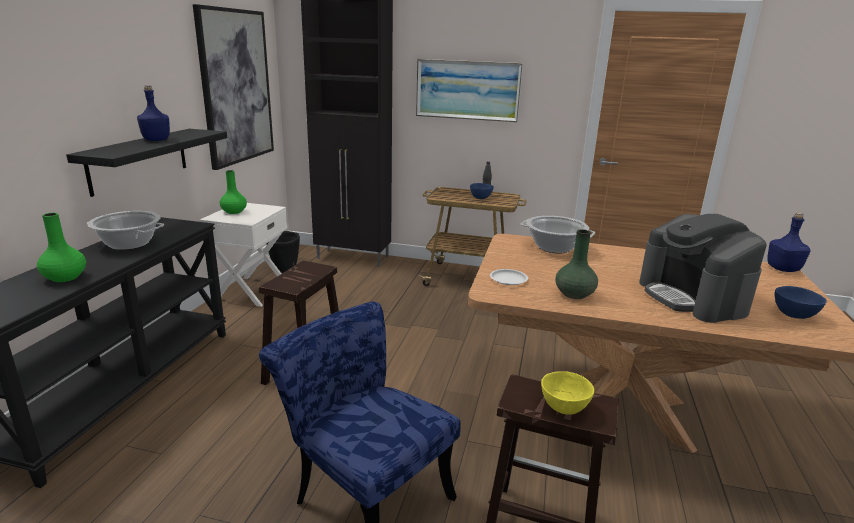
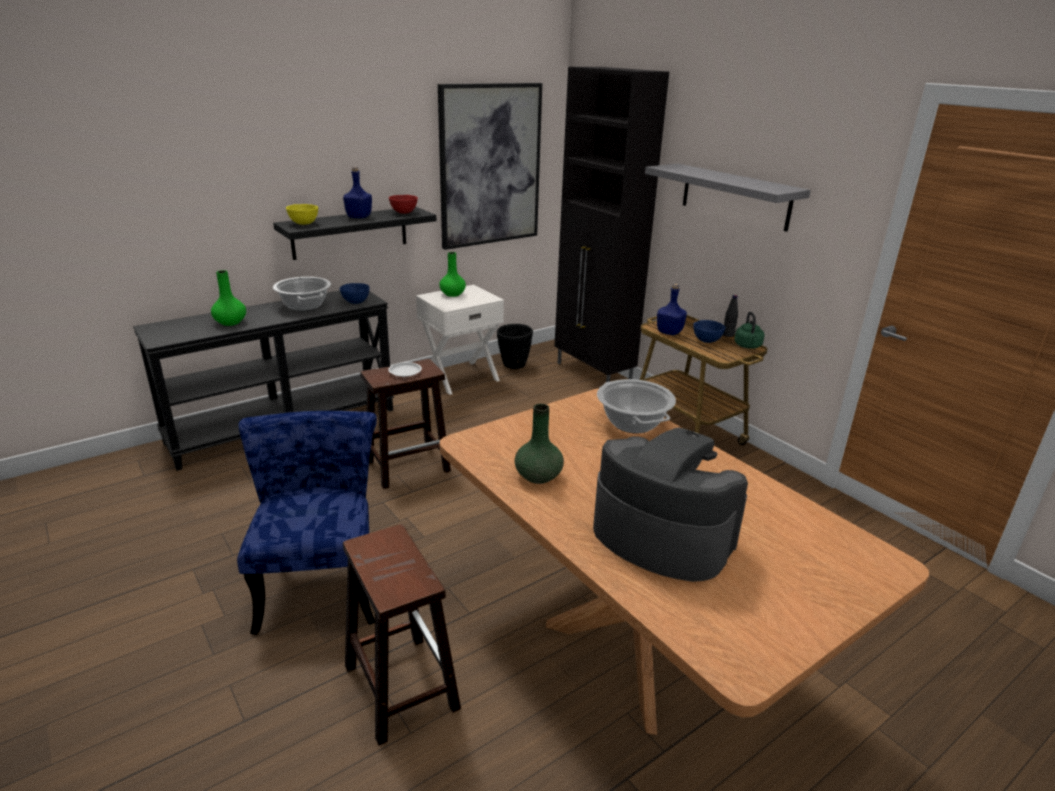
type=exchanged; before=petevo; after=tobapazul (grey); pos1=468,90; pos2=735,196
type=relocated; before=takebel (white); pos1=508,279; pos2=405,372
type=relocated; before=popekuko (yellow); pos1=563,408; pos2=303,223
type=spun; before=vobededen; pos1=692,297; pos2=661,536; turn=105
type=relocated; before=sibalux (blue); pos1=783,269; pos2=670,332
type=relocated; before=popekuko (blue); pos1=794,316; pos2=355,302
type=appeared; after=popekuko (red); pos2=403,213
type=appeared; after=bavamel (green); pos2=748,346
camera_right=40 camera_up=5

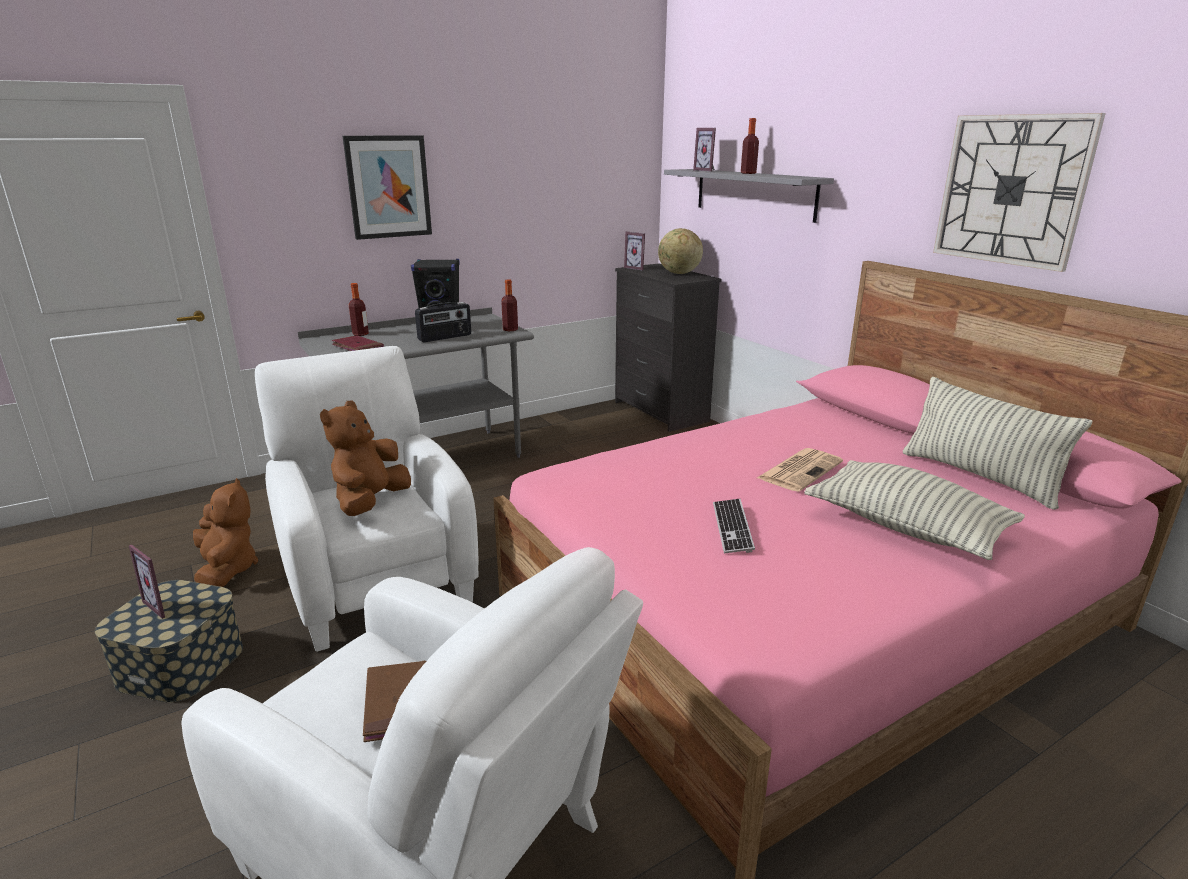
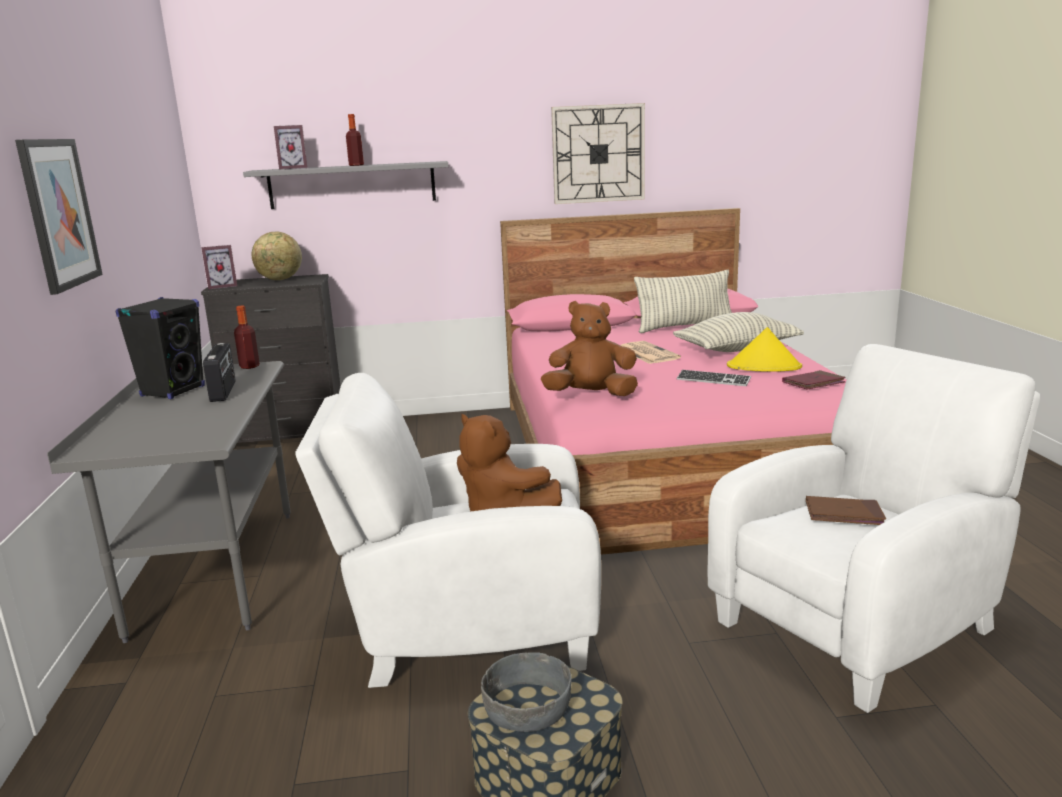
type=exchanged; before=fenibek; after=popekuko (grey); pos1=165,604; pos2=528,706
type=relocated; before=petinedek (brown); pos1=227,570; pos2=591,395
type=relocated; before=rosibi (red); pos1=358,347; pos2=813,383
type=missing; before=sibalux; pos1=360,334
type=appeared; after=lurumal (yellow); pos2=764,367
camera_right=-65 camera_up=-5

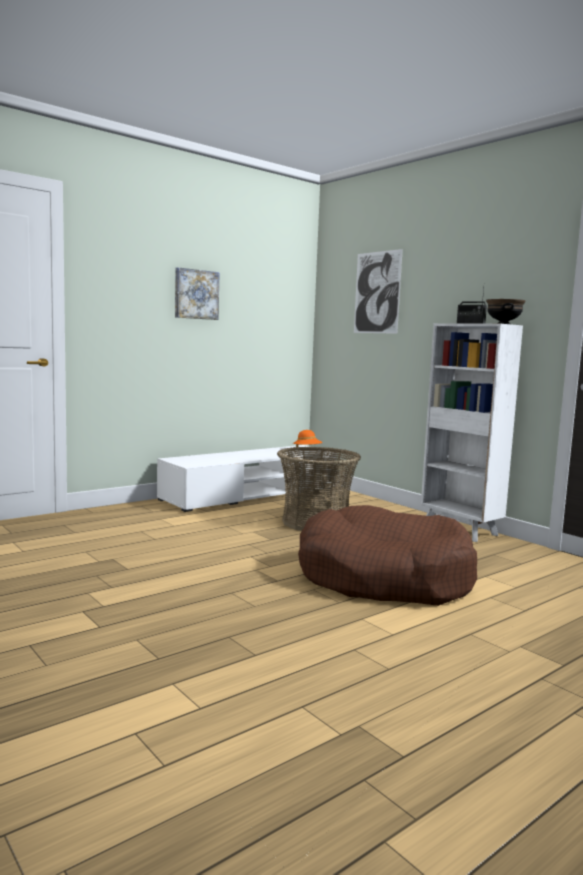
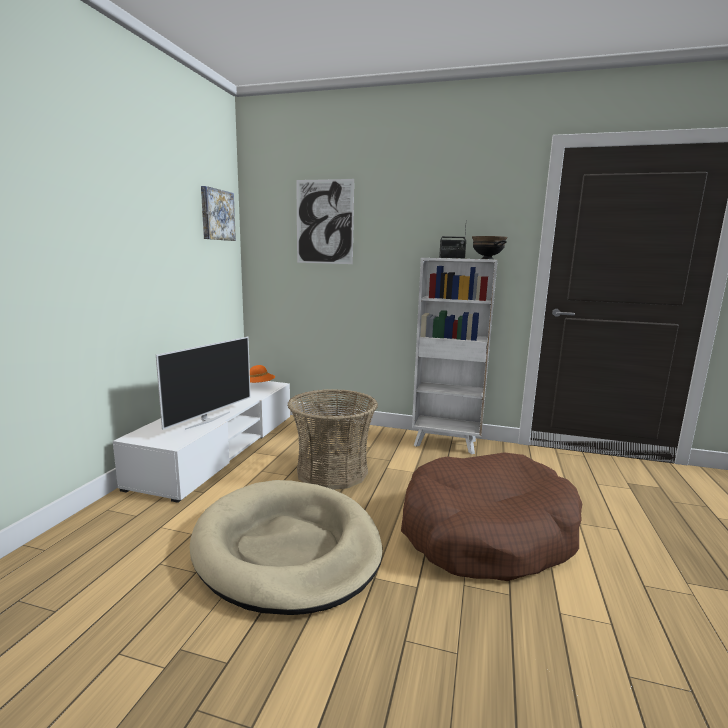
type=relocated; before=petevo; pos1=196,294; pos2=216,215
type=appeared; after=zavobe; pos2=207,420
type=appeared; after=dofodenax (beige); pos2=287,548
camera_right=-35 camera_up=5

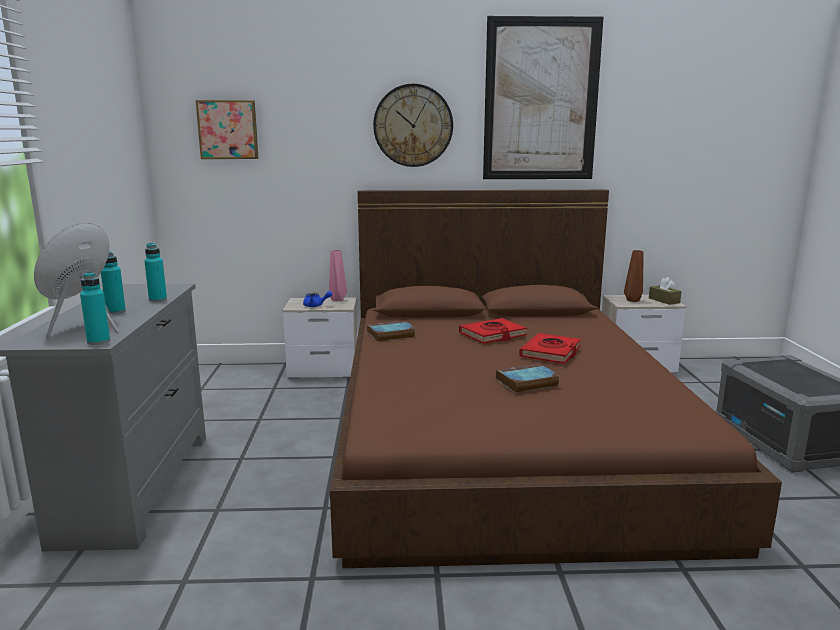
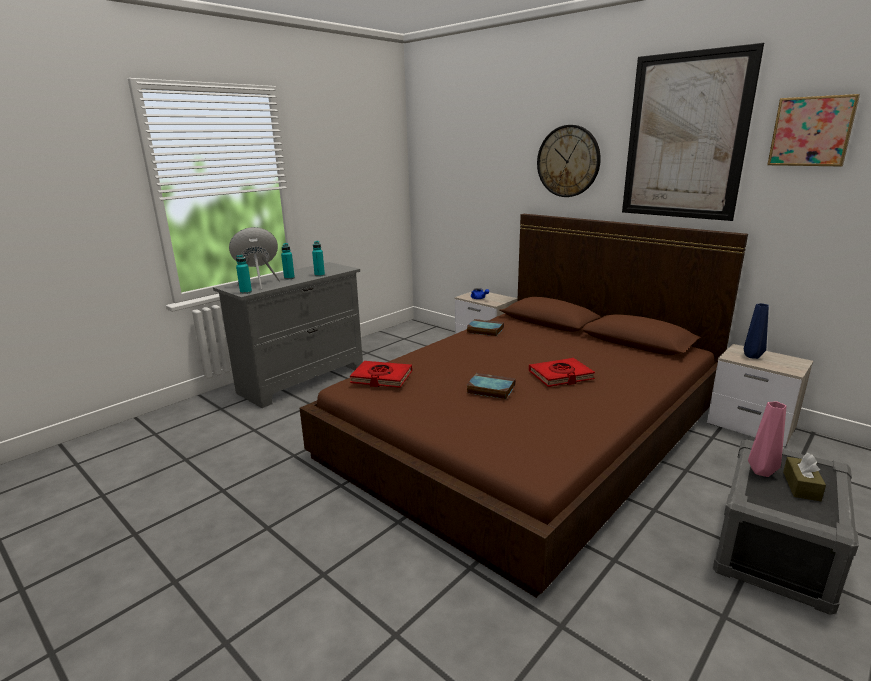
type=relocated; before=petevo; pos1=228,130; pos2=811,131
type=relocated; before=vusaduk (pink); pos1=337,300; pos2=761,472
type=relocated; before=rosibi (red); pos1=492,335; pos2=381,378
type=colour; before=vusaduk (brown); after=vusaduk (blue); pos1=633,300; pos2=752,356
type=relocated; before=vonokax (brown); pos1=664,300; pos2=801,486
camera_right=45 camera_up=5

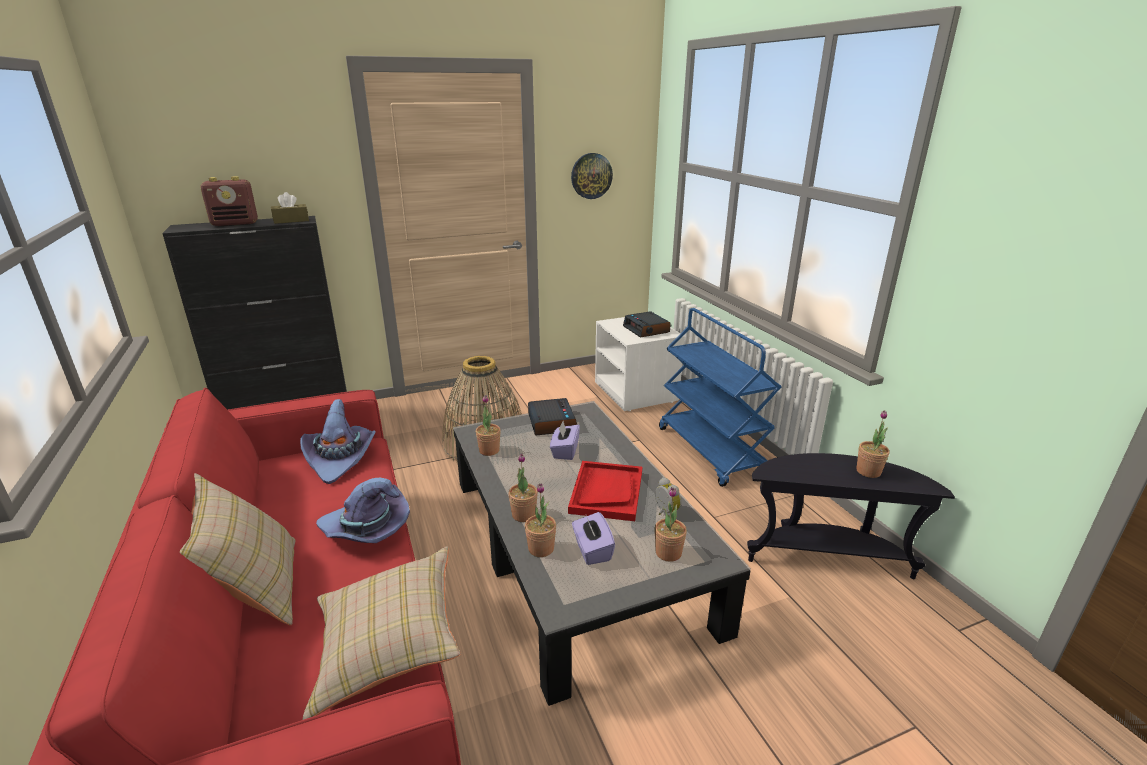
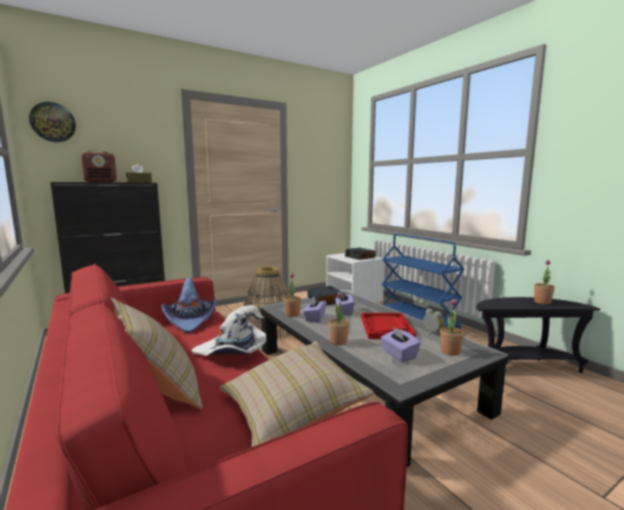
type=colour; before=lurumal (purple); after=lurumal (white); pos1=366,530; pos2=232,352
type=missing; before=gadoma; pos1=541,548
type=relocated; before=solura; pos1=591,176; pos2=53,122
type=appeared; after=vonokax (purple); pos2=314,318
camera_right=-10 camera_up=-15

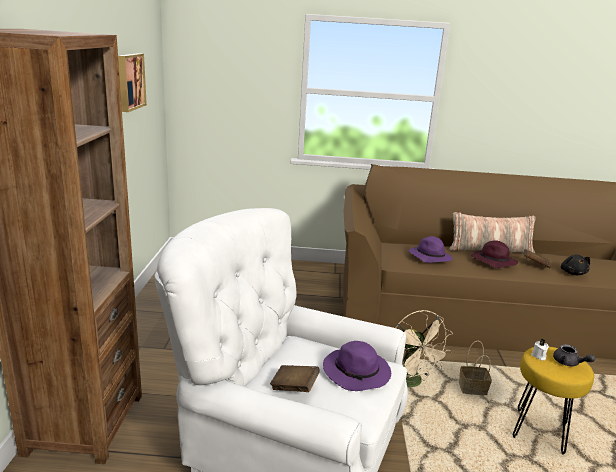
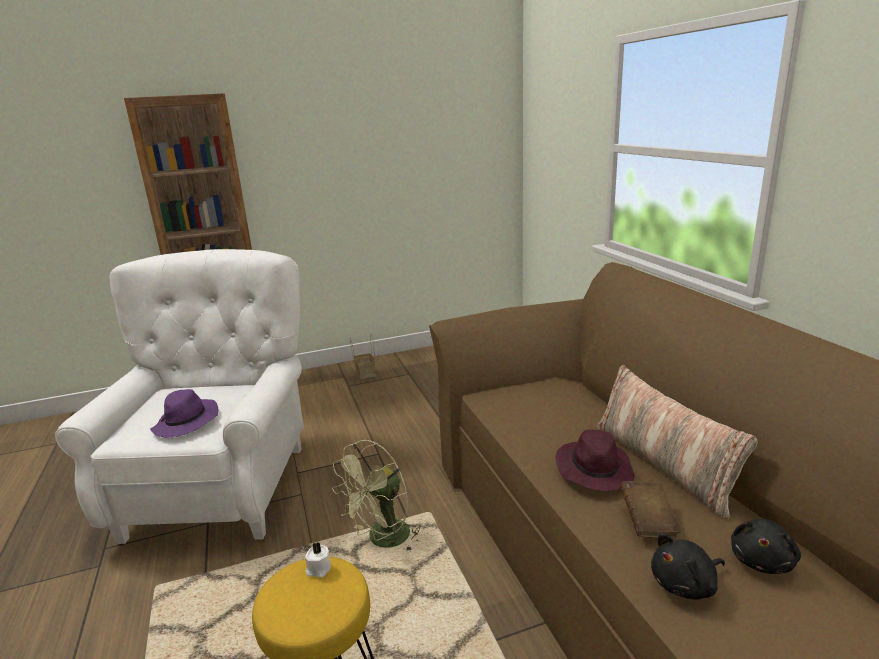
type=missing; before=petevo; pos1=130,81
type=missing; before=rosibi (brown); pos1=294,387
type=colour; before=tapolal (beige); after=tapolal (green); pos1=411,382; pos2=383,540
type=missing; before=lurumal (purple); pos1=429,257
type=relocated; before=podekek; pos1=471,389; pos2=365,373
type=missing; before=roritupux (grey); pos1=569,363
type=appeared; after=petinedek (black); pos2=762,560
camera_right=70 camera_up=0

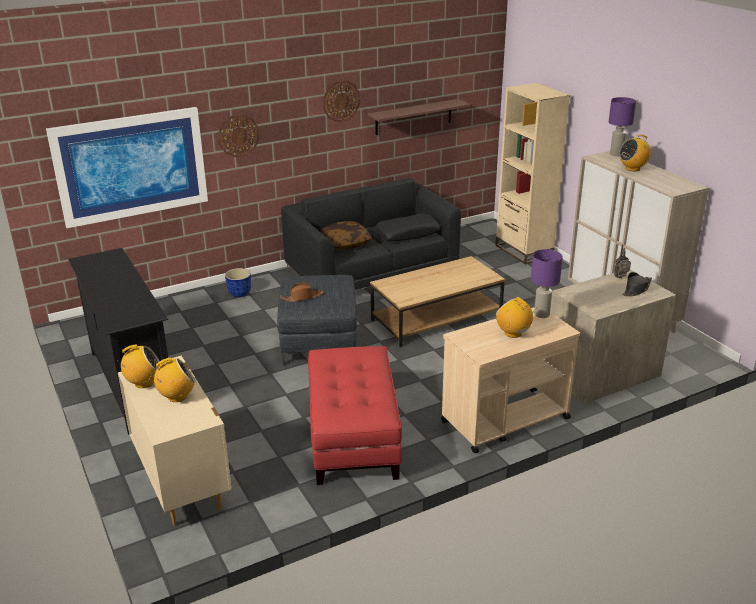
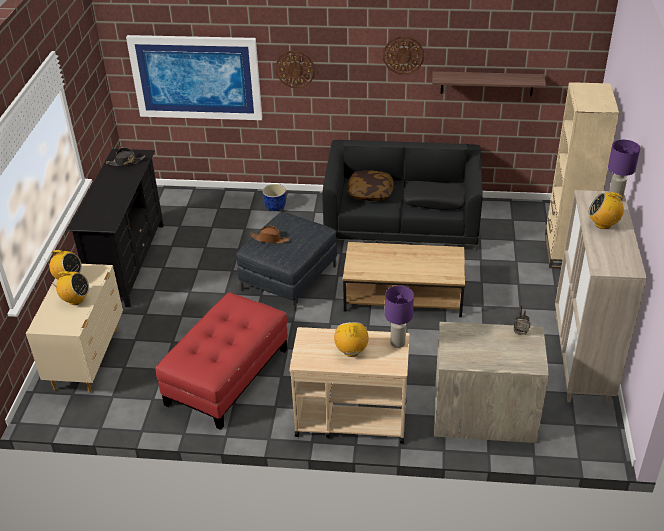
type=relocated; before=lurumal (black); pos1=636,289; pos2=125,162
camera_right=35 camera_up=10

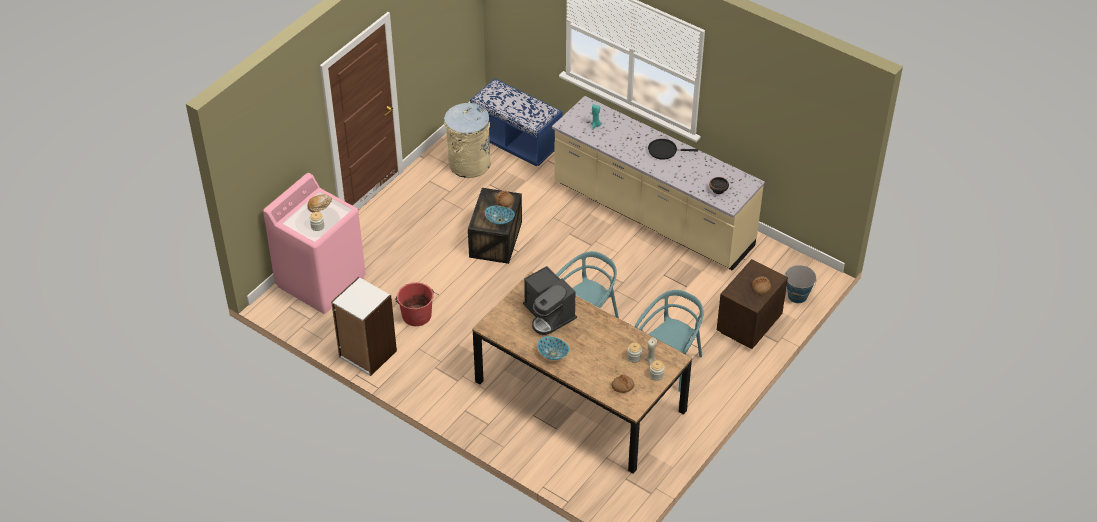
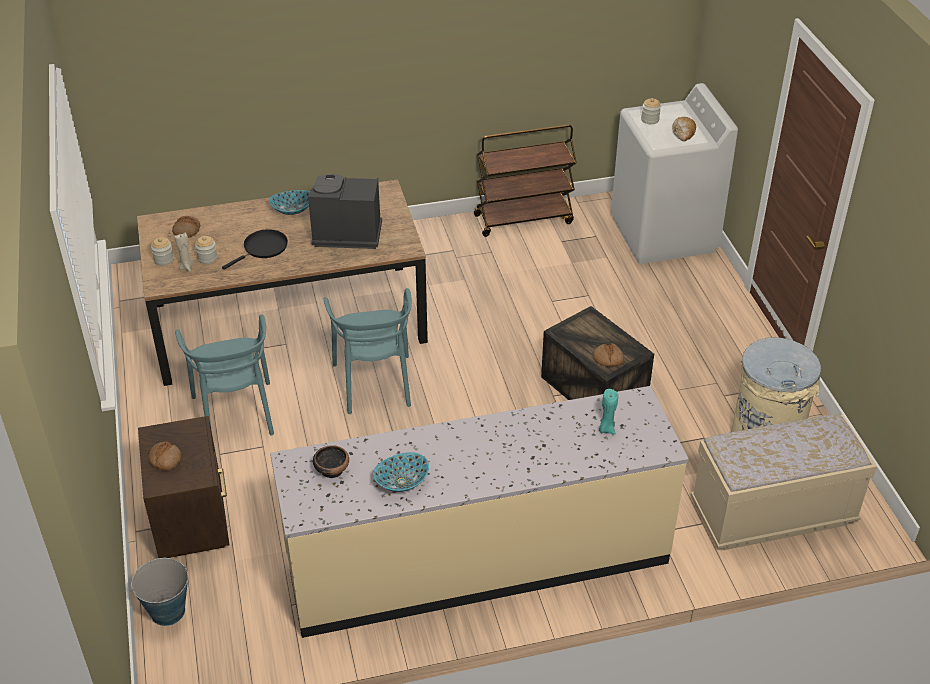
type=colour; before=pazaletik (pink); after=pazaletik (white); pos1=321,281; pos2=664,234
type=exchanged; before=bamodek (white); after=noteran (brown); pos1=367,354; pos2=524,218
type=missing; before=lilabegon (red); pos1=416,315
type=colour; before=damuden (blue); after=damuden (beige); pos1=516,142; pos2=772,514
type=relocated; before=popekuko; pos1=499,220; pos2=402,482
type=relocated; before=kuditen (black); pos1=664,151; pos2=263,248
camera_right=130 camera_up=-5

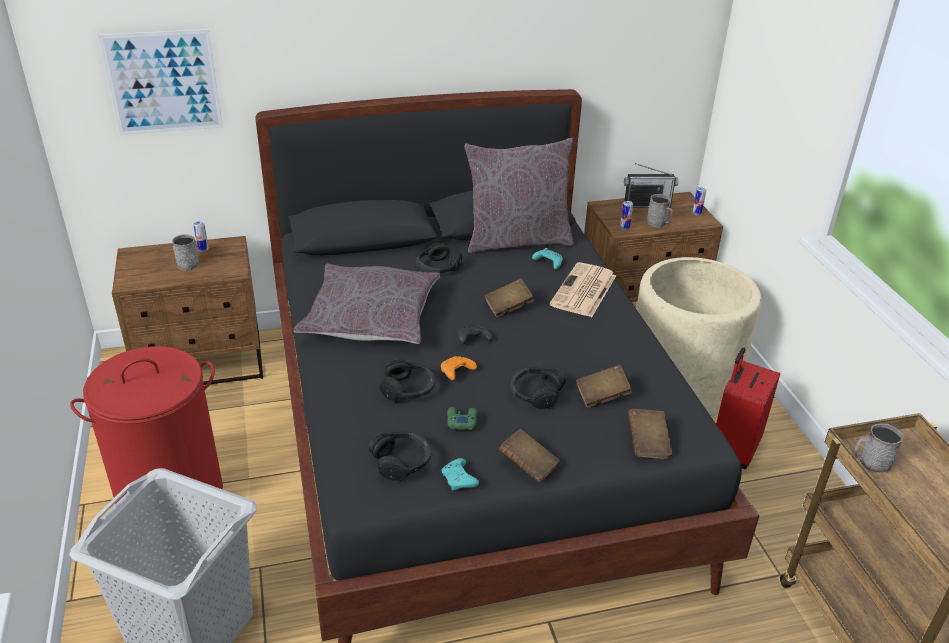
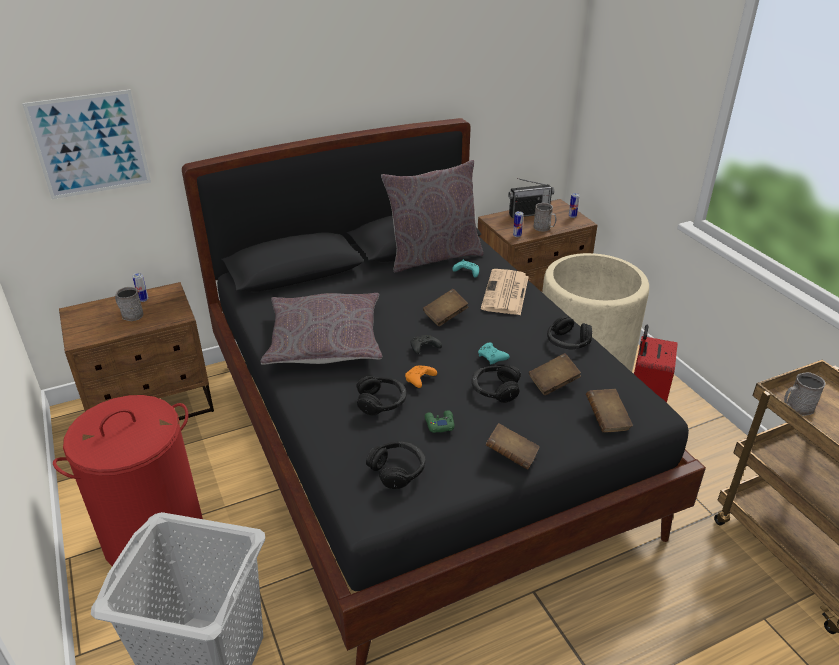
type=relocated; before=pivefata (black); pos1=437,268; pos2=567,342
type=relocated; before=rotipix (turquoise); pos1=459,480; pos2=492,358
camera_right=-10 camera_up=0

